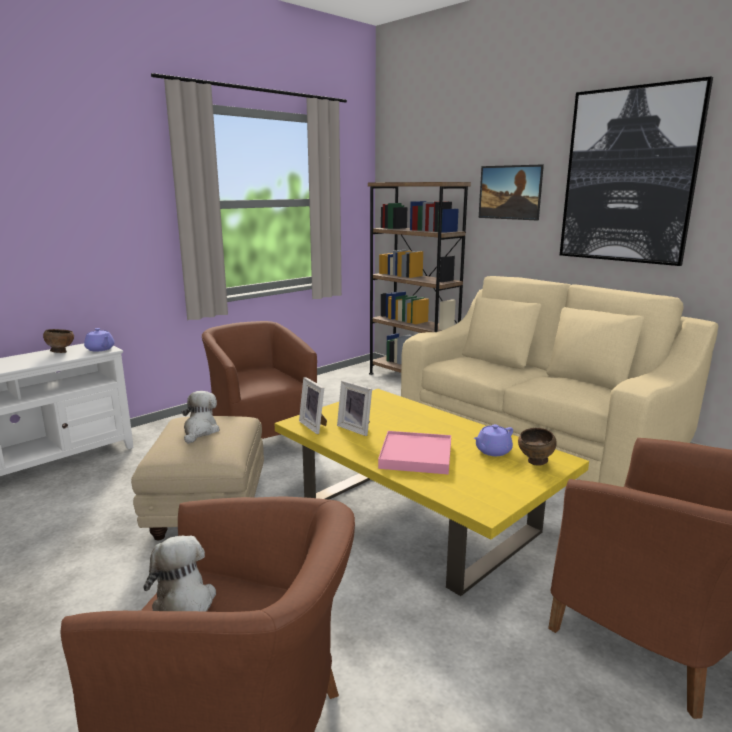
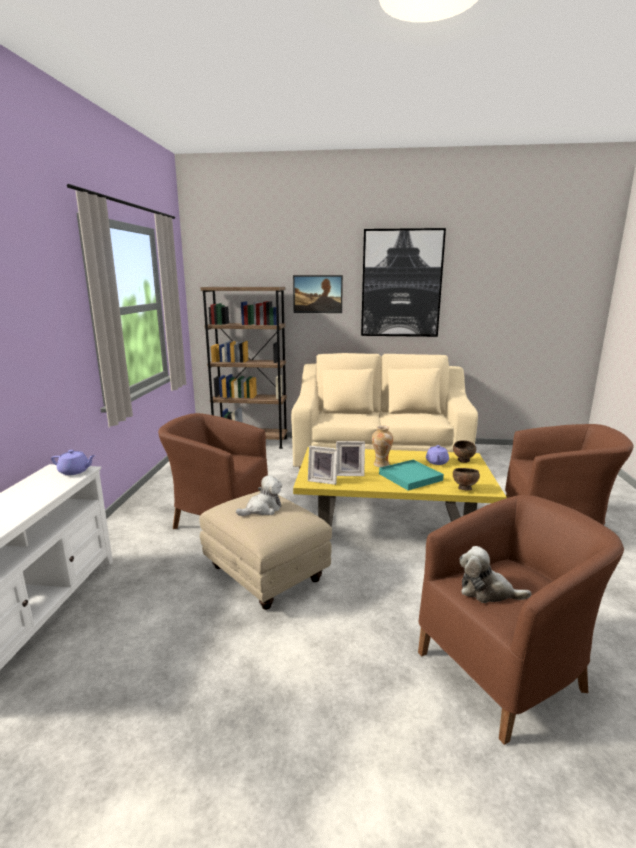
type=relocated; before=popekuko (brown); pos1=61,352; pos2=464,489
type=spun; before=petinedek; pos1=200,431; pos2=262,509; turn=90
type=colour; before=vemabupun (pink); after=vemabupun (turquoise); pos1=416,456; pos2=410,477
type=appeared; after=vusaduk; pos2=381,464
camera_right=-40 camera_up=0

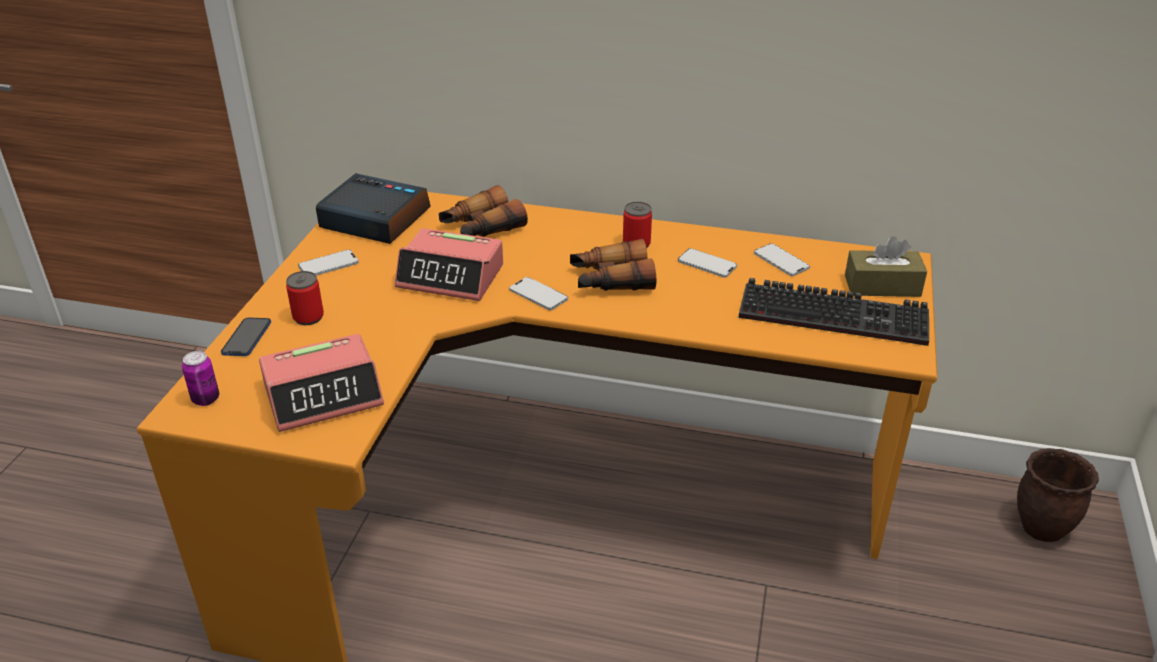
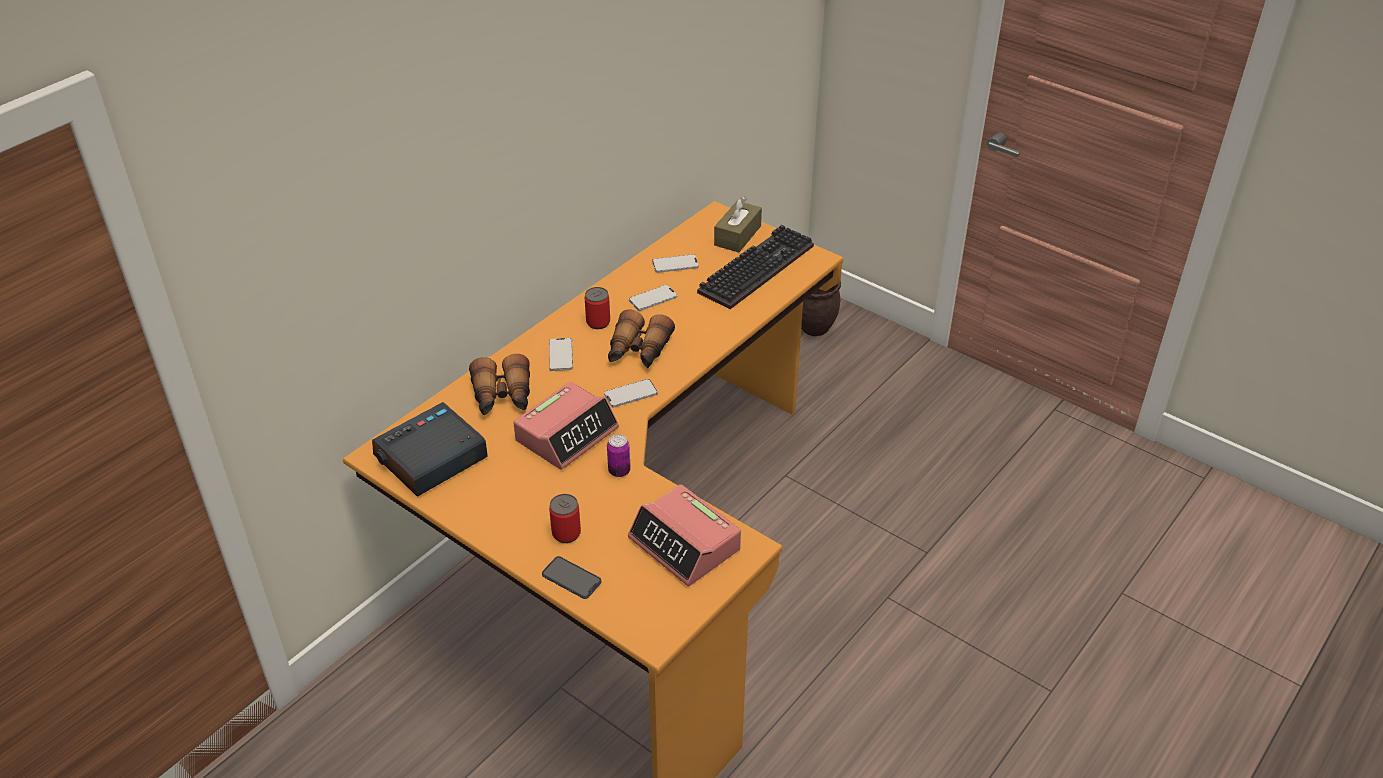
type=relocated; before=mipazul; pos1=206,399; pos2=619,471
type=spun; before=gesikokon; pos1=324,394; pos2=685,544; turn=135
type=relocated; before=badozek; pos1=328,265; pos2=561,355
camera_right=-65 camera_up=5

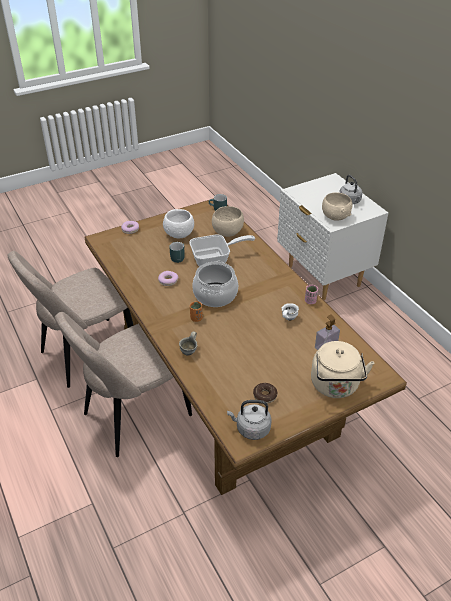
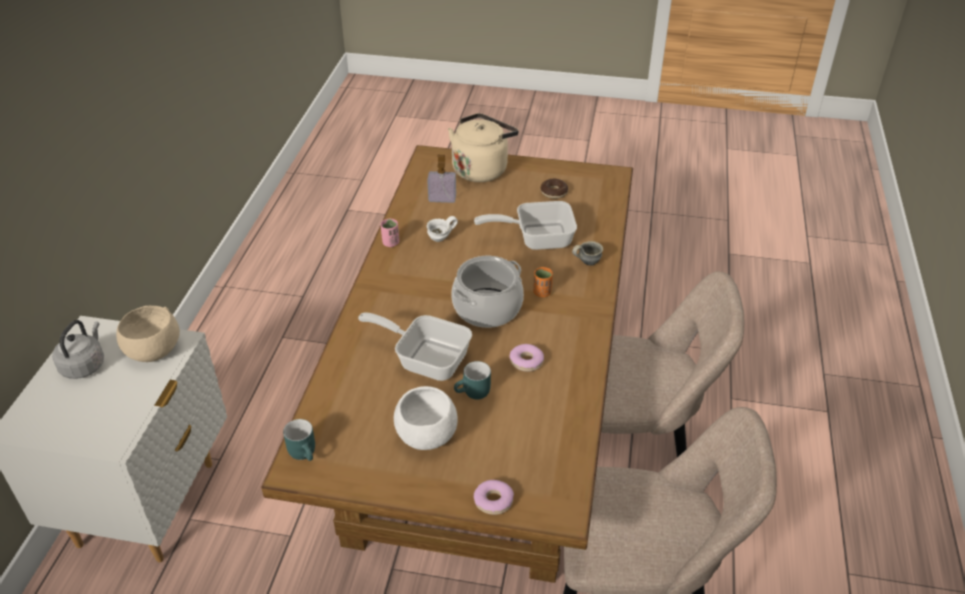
type=missing; before=popekuko (beige); pos1=227,232
type=missing; before=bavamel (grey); pos1=251,429
type=appeared; after=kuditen; pos2=536,238
camera_right=-140 camera_up=0

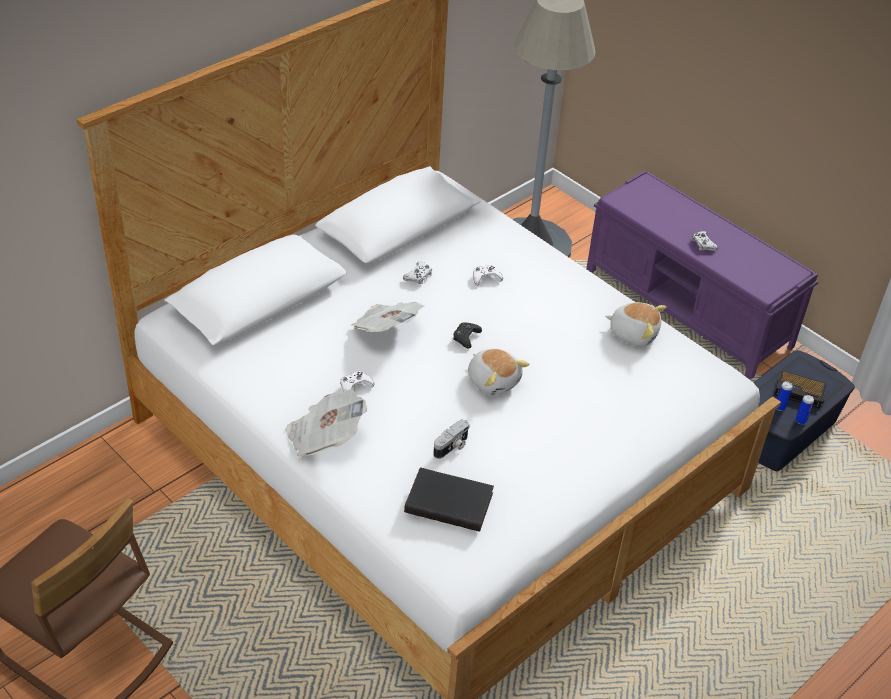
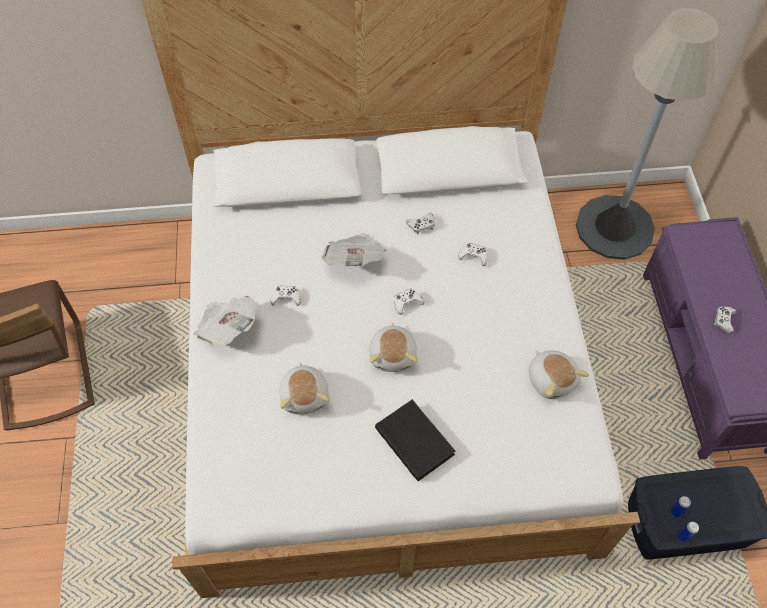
type=relocated; before=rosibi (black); pos1=450,501; pos2=416,441
type=exchanged; before=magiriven; after=petinedek; pos1=452,447; pos2=305,395
type=colour; before=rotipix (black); after=rotipix (white); pos1=466,337; pos2=407,302
type=missing; before=gesikokon; pos1=800,393
camera_right=40 camera_up=15

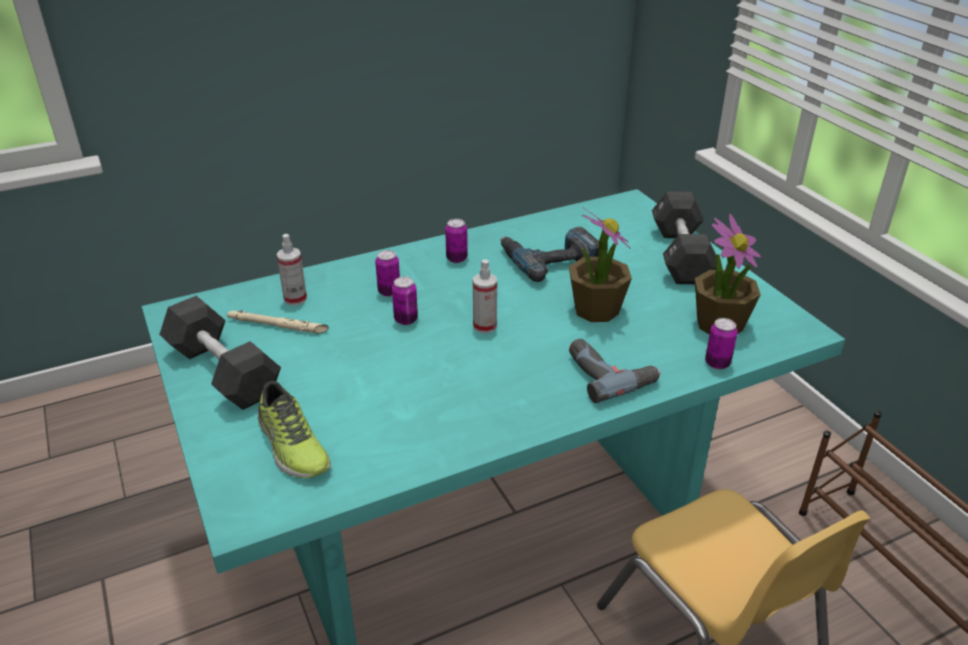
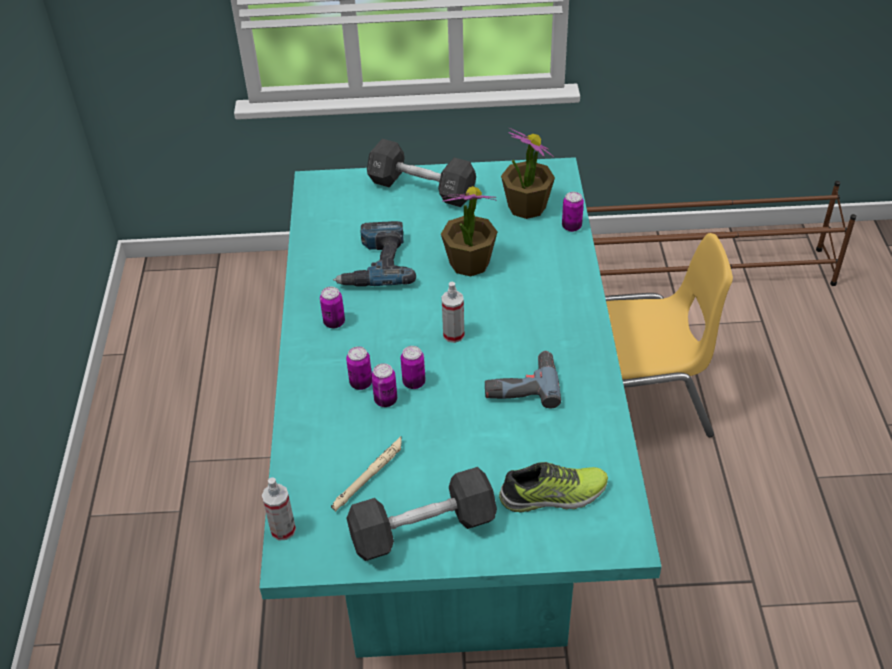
type=relocated; before=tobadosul; pos1=295,299; pos2=283,530
type=relocated; before=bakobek; pos1=609,373; pos2=521,384
type=appeared; after=mipazul; pos2=385,400
camera_right=-65 camera_up=10

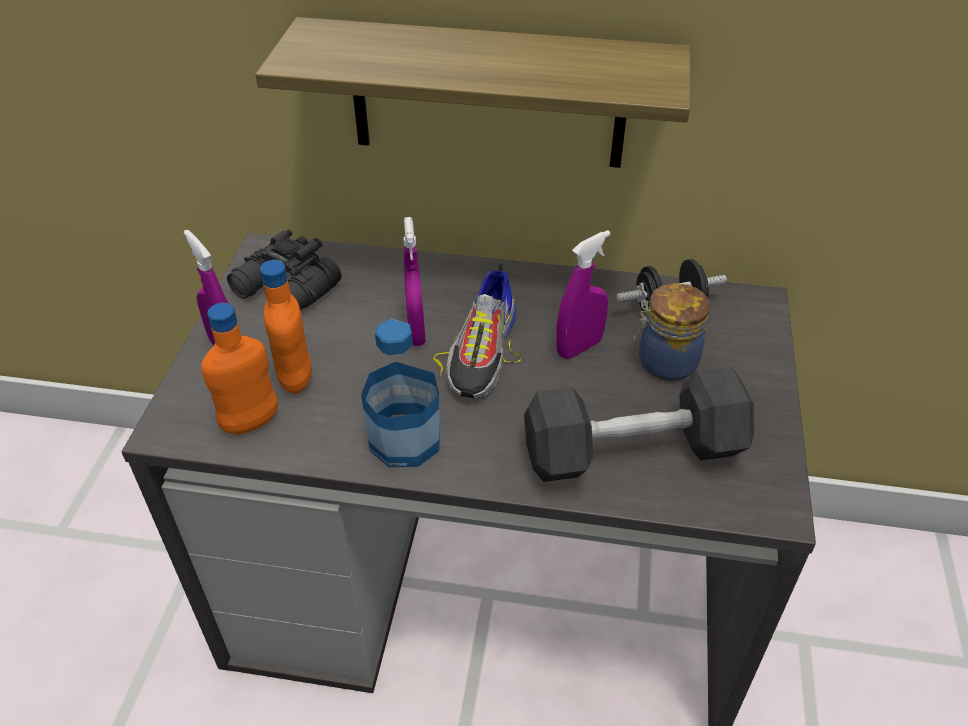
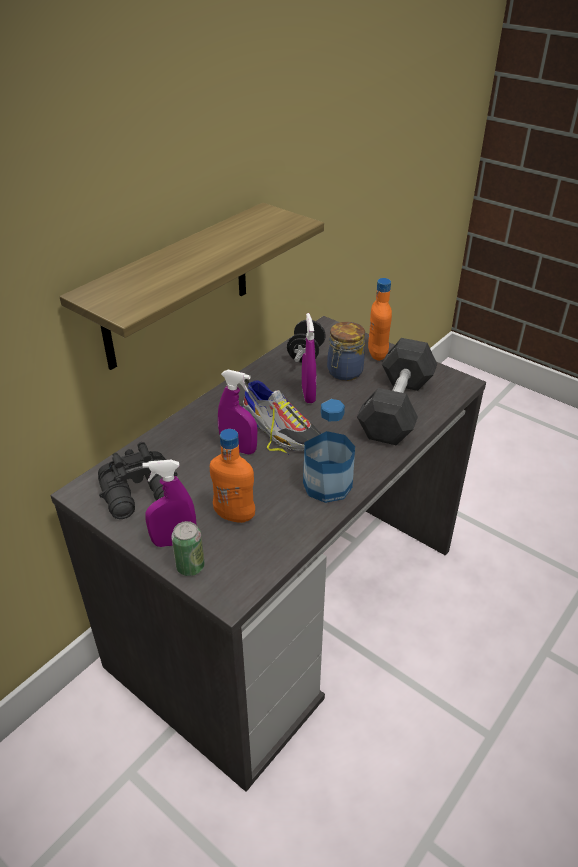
type=relocated; before=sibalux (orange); pos1=251,423; pos2=377,354
type=appeared; after=mipazul; pos2=190,566
camera_right=-60 camera_up=-5

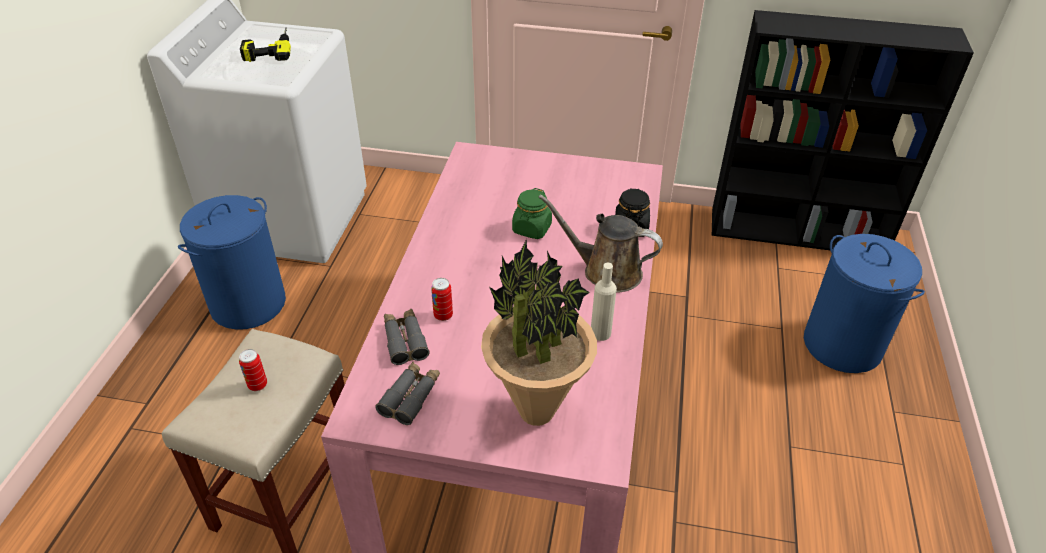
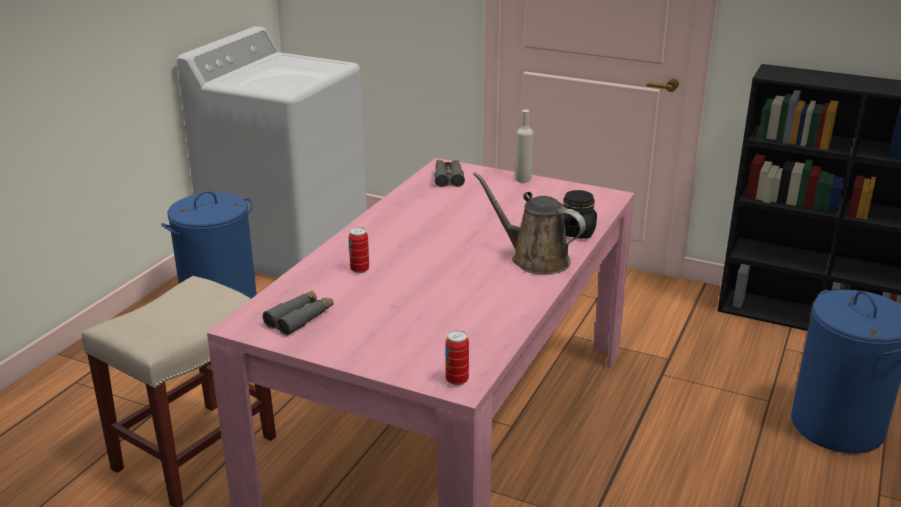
type=relocated; before=mipazul; pos1=257,385; pos2=457,380
type=missing; before=bakobek; pos1=268,48
type=relocated; before=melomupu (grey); pos1=405,341; pos2=448,178
type=missing; before=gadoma; pos1=536,411
type=missing; before=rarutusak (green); pos1=531,229
type=relocated; before=sibalux (beige); pos1=600,333; pos2=523,179
camera_right=15 camera_up=-15

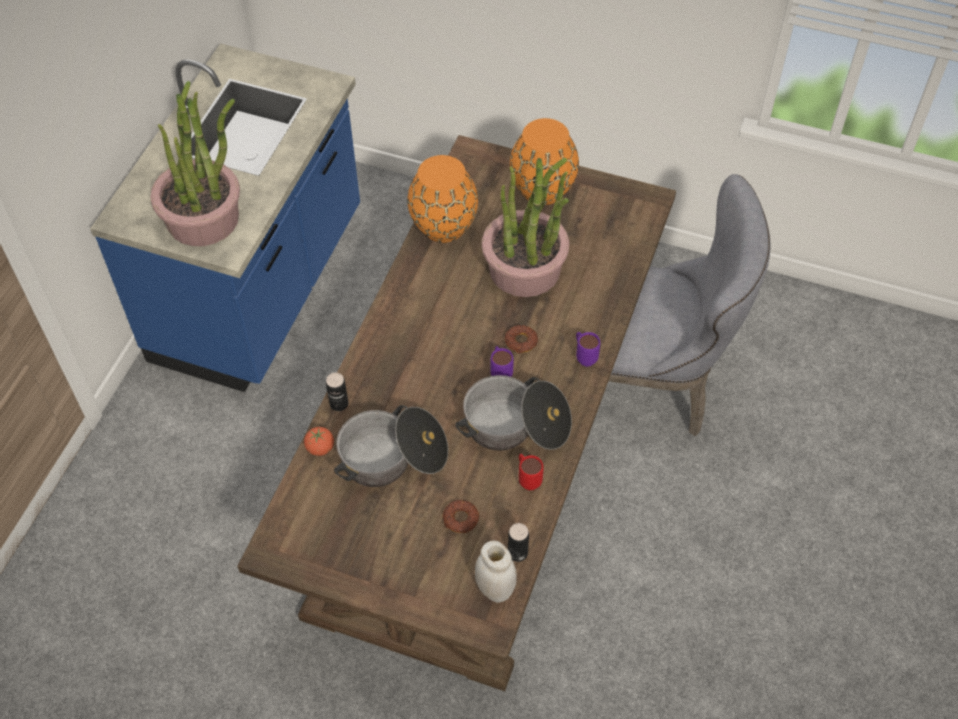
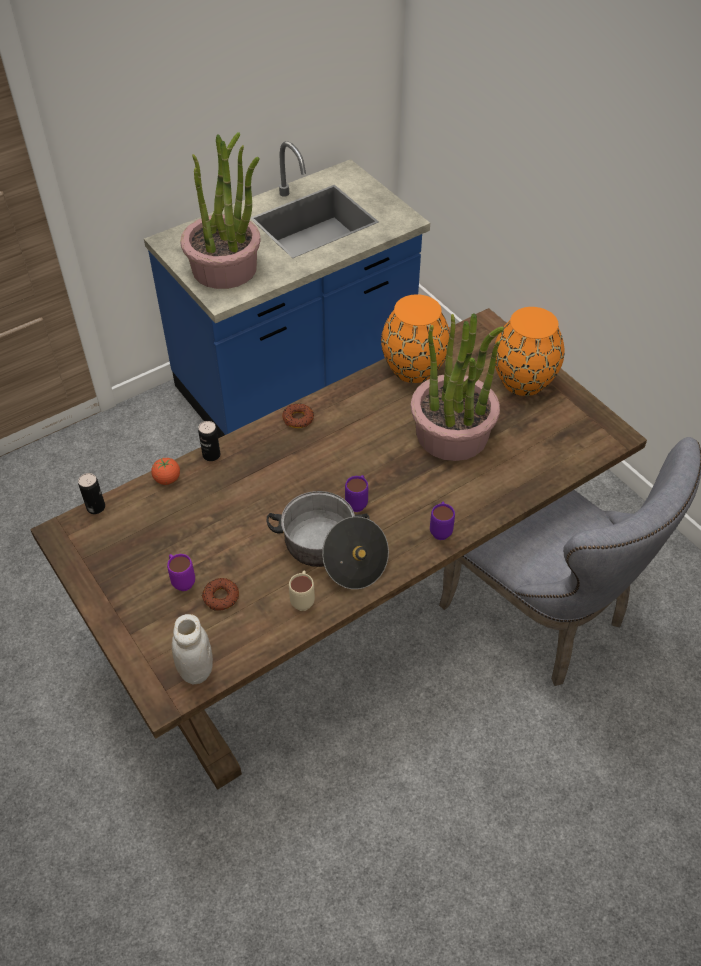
type=missing; before=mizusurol; pos1=393,458
type=relocated; before=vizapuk; pos1=521,341; pos2=298,419
type=relocated; before=mipazul; pos1=517,553; pos2=96,507
type=colour; before=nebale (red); after=nebale (beige); pos1=527,479; pos2=303,599
type=appeared; after=nebale (purple); pos2=181,580
camera_right=35 camera_up=-5

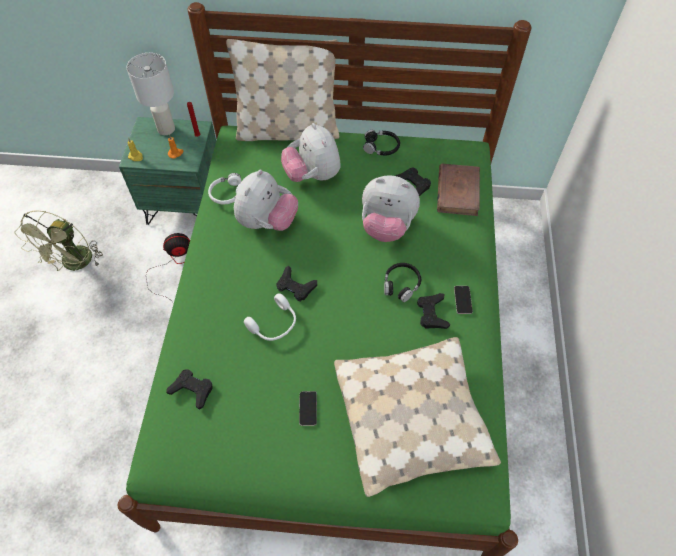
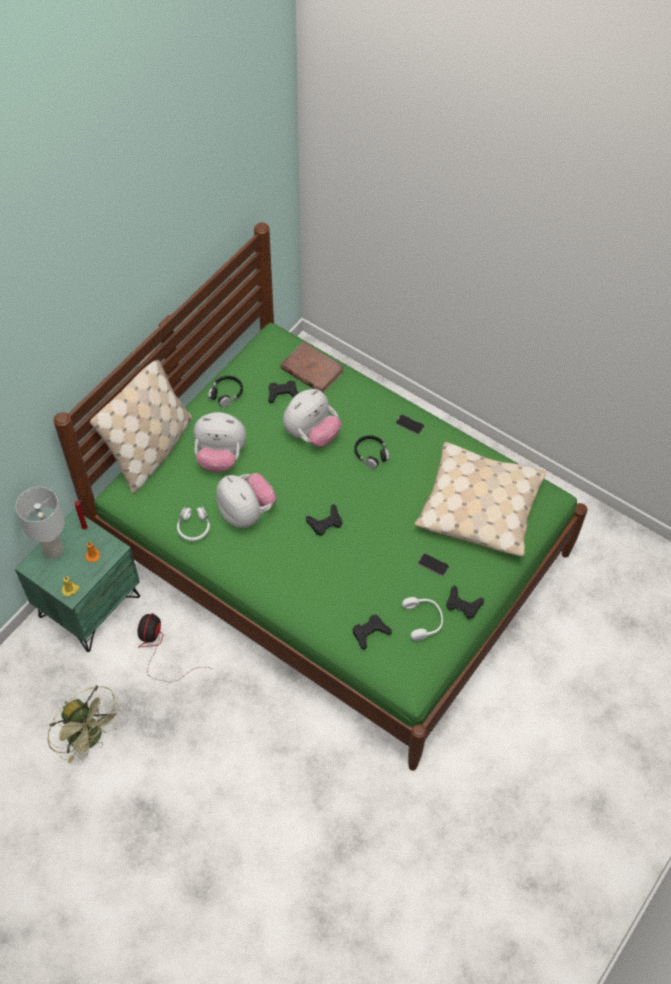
type=relocated; before=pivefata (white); pos1=274,324; pos2=423,620
type=relocated; before=rotipix (black); pos1=432,313; pos2=463,605
camera_right=-60 camera_up=0

